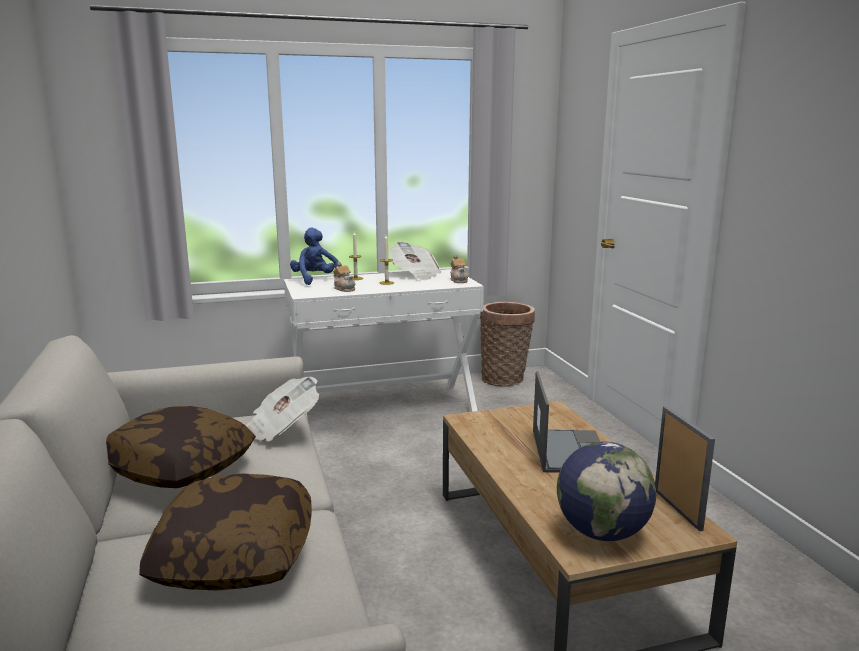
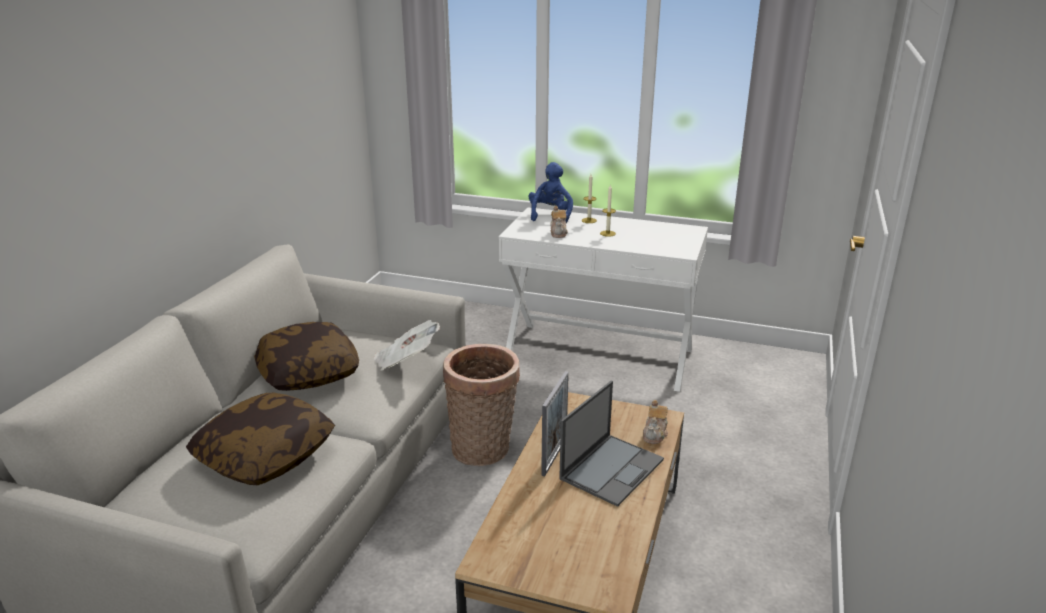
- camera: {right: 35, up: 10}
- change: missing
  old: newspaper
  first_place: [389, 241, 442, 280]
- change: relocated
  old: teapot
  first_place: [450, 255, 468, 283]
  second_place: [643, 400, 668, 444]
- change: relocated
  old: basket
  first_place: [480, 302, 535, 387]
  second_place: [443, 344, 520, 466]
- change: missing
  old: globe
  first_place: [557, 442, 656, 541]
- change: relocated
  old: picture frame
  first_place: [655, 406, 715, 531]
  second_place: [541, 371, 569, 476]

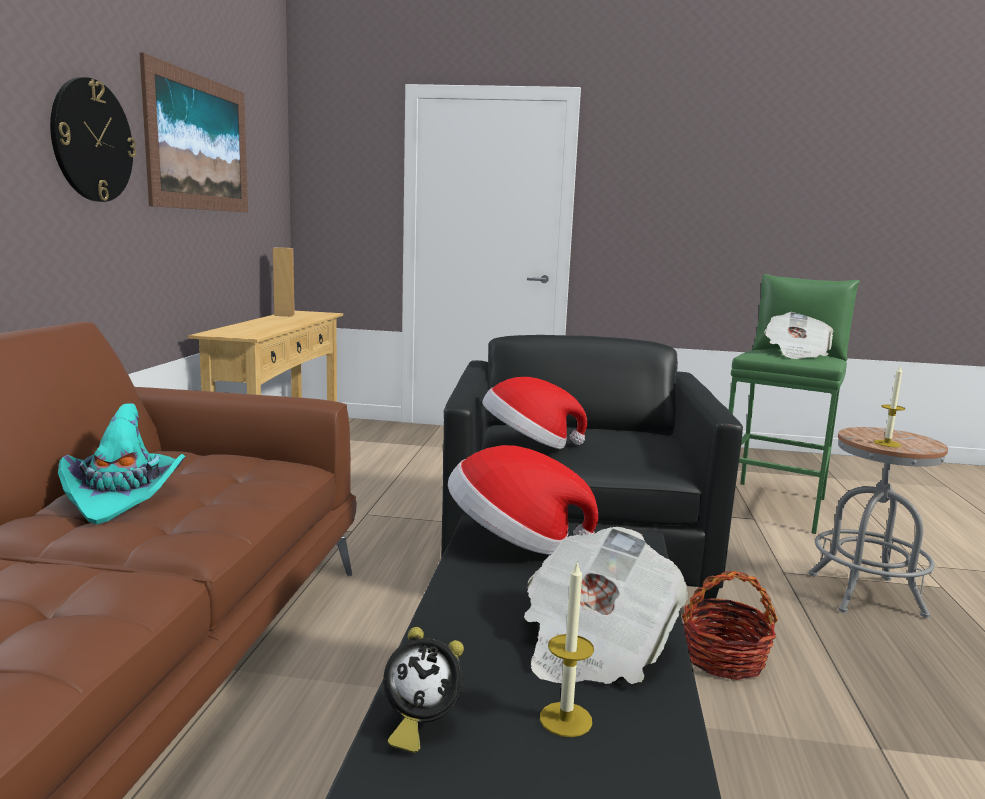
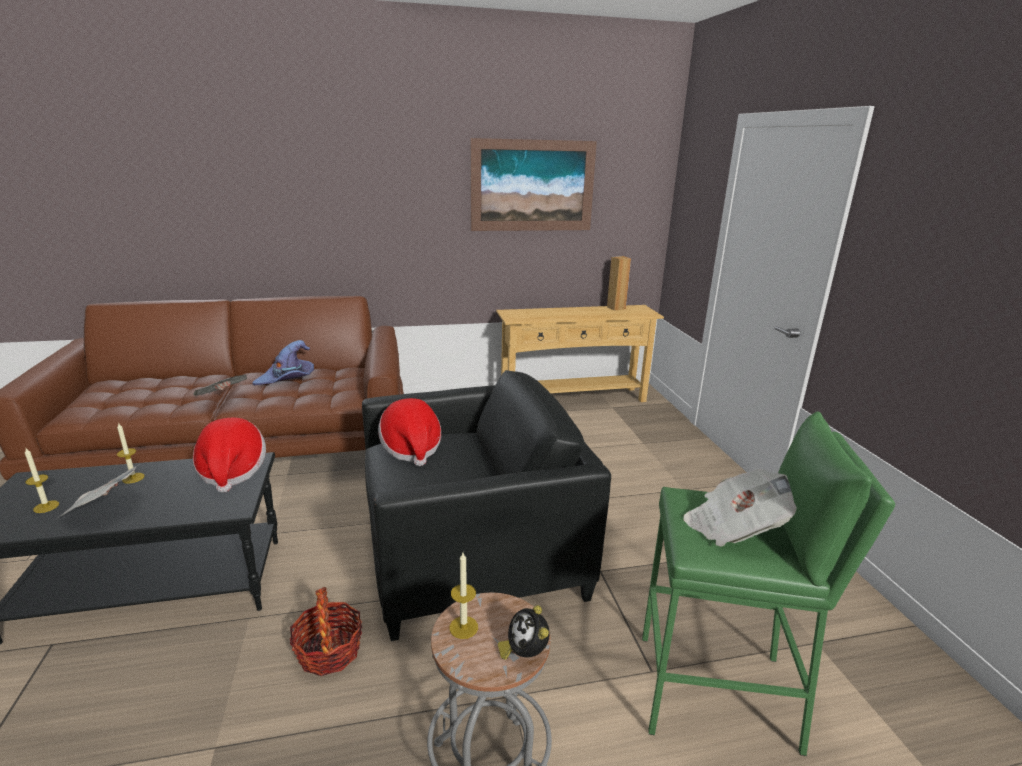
- camera: {right: 70, up: 10}
- change: missing
  old: wall clock
  first_place: [50, 77, 136, 202]
- change: colour
  old: turquoise hat
  new: purple hat
  first_place: [58, 404, 186, 525]
  second_place: [252, 340, 314, 385]
- change: relocated
  old: alarm clock
  first_place: [383, 627, 464, 753]
  second_place: [498, 605, 549, 660]
- change: appeared
  new: candle
  second_place: [117, 422, 145, 484]
- change: appeared
  new: newspaper
  second_place: [193, 375, 247, 396]

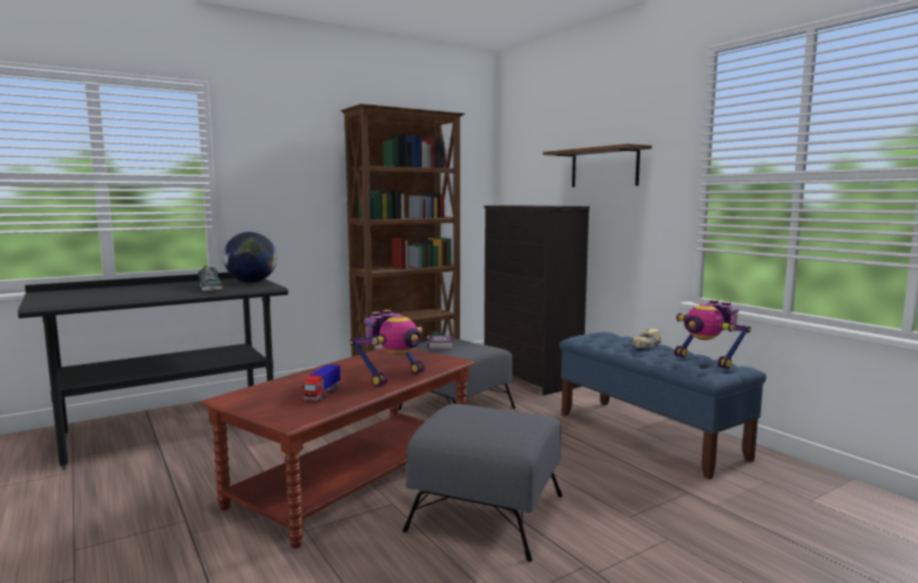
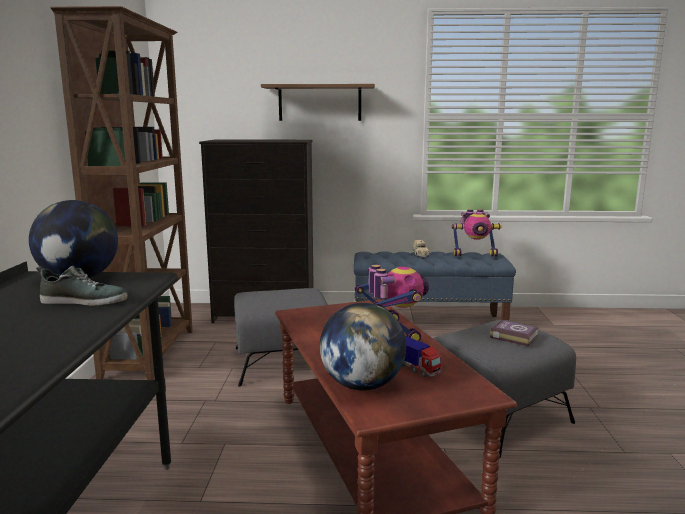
- camera: {right: -55, up: 5}
- change: relocated
  old: book
  first_place: [427, 335, 452, 350]
  second_place: [490, 320, 539, 347]
- change: appeared
  new: globe
  second_place: [320, 303, 406, 390]

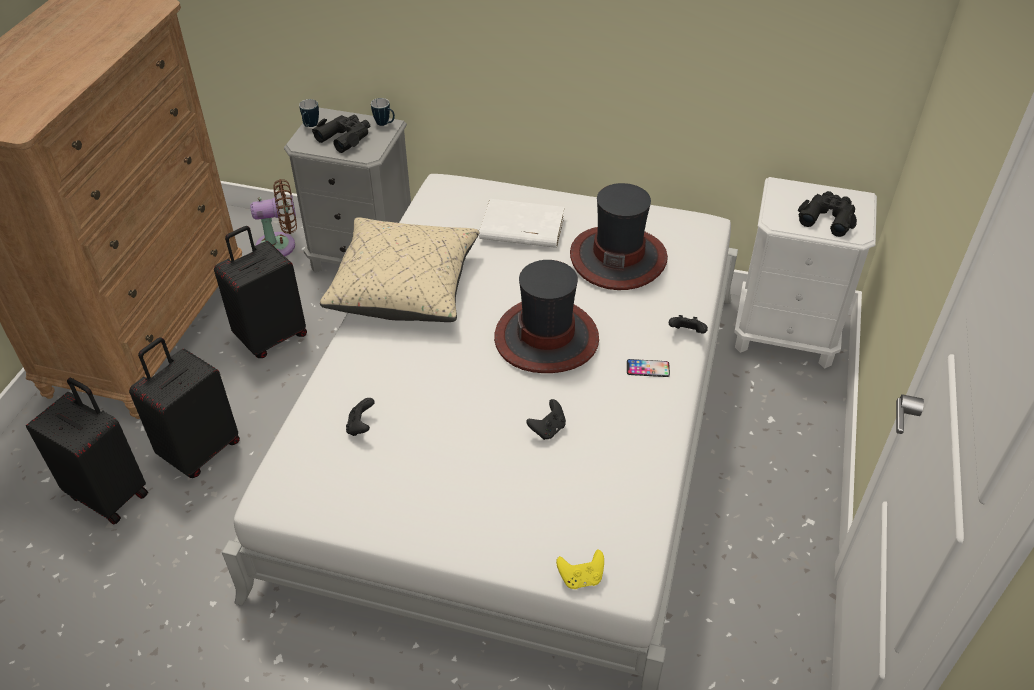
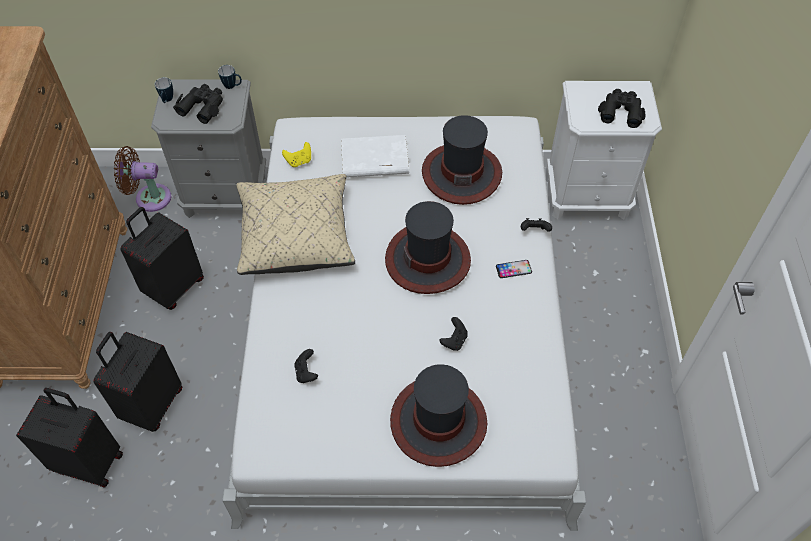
- camera: {right: -15, up: 10}
- change: spun
  old: brown fan
  first_place: [250, 179, 297, 256]
  second_place: [114, 146, 171, 212]
  degrees: -150
- change: relocated
  old: yellow game controller
  first_place: [556, 549, 604, 589]
  second_place: [282, 142, 311, 167]
- change: appeared
  new: hat
  second_place: [390, 364, 487, 467]

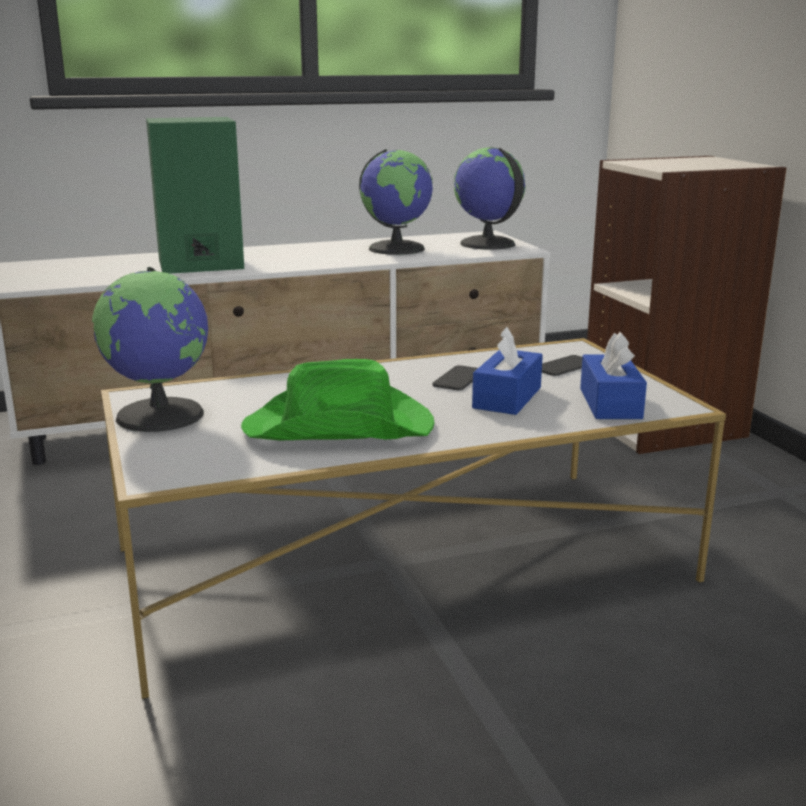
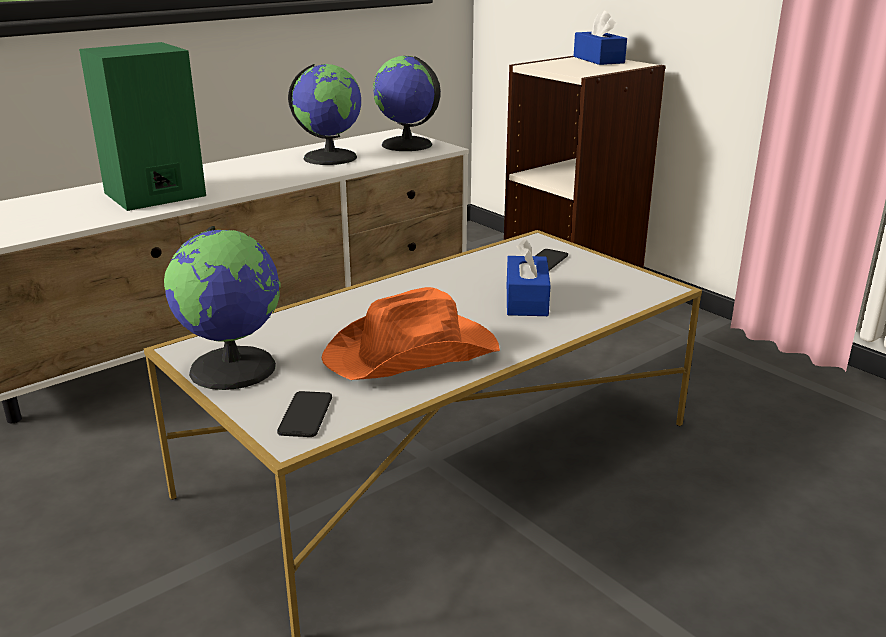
- camera: {right: -20, up: 5}
- change: colour
  old: green hat
  new: orange hat
  first_place: [241, 359, 434, 440]
  second_place: [322, 287, 500, 380]
- change: relocated
  old: phone
  first_place: [433, 365, 478, 390]
  second_place: [277, 391, 332, 437]
- change: relocated
  old: blue tissue box
  first_place: [580, 332, 647, 419]
  second_place: [574, 10, 627, 65]

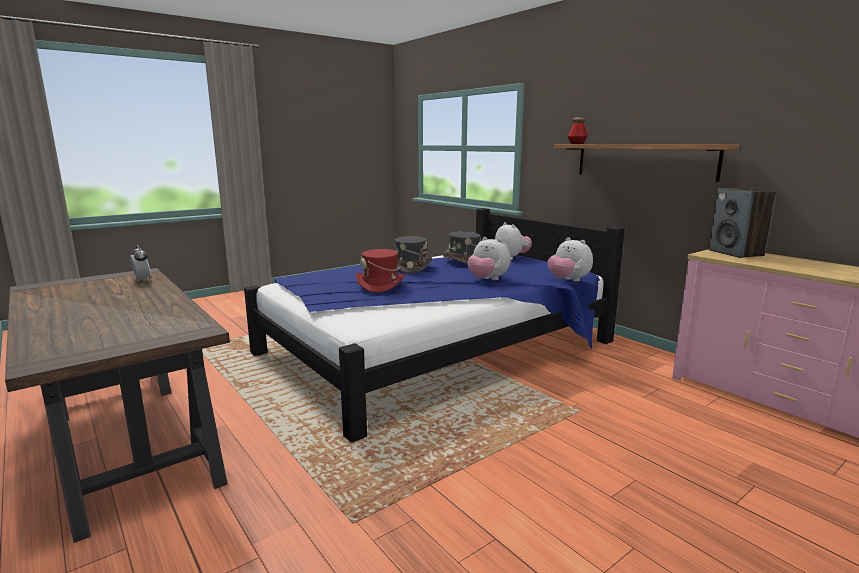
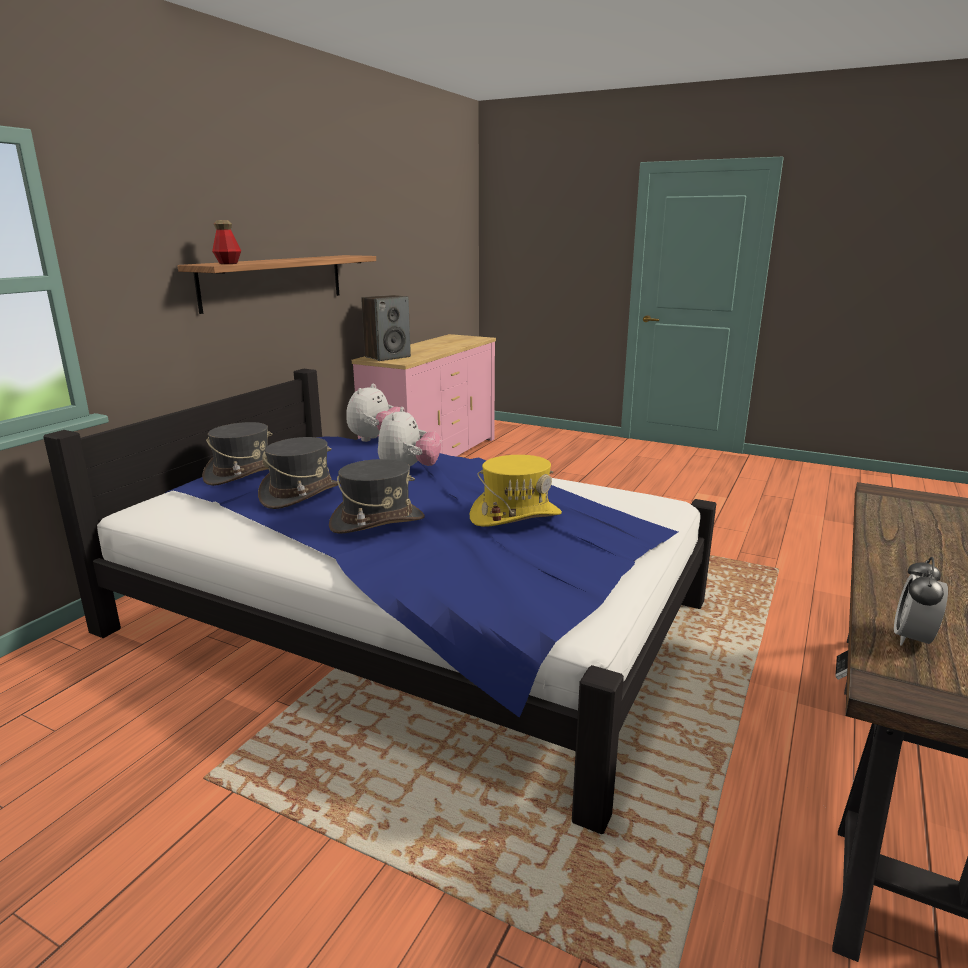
- camera: {right: -115, up: 5}
- change: colour
  old: red hat
  new: yellow hat
  first_place: [356, 249, 405, 293]
  second_place: [470, 455, 562, 527]
- change: exchanged
  old: plush toy
  new: grey hat
  first_place: [495, 222, 532, 260]
  second_place: [202, 422, 273, 486]

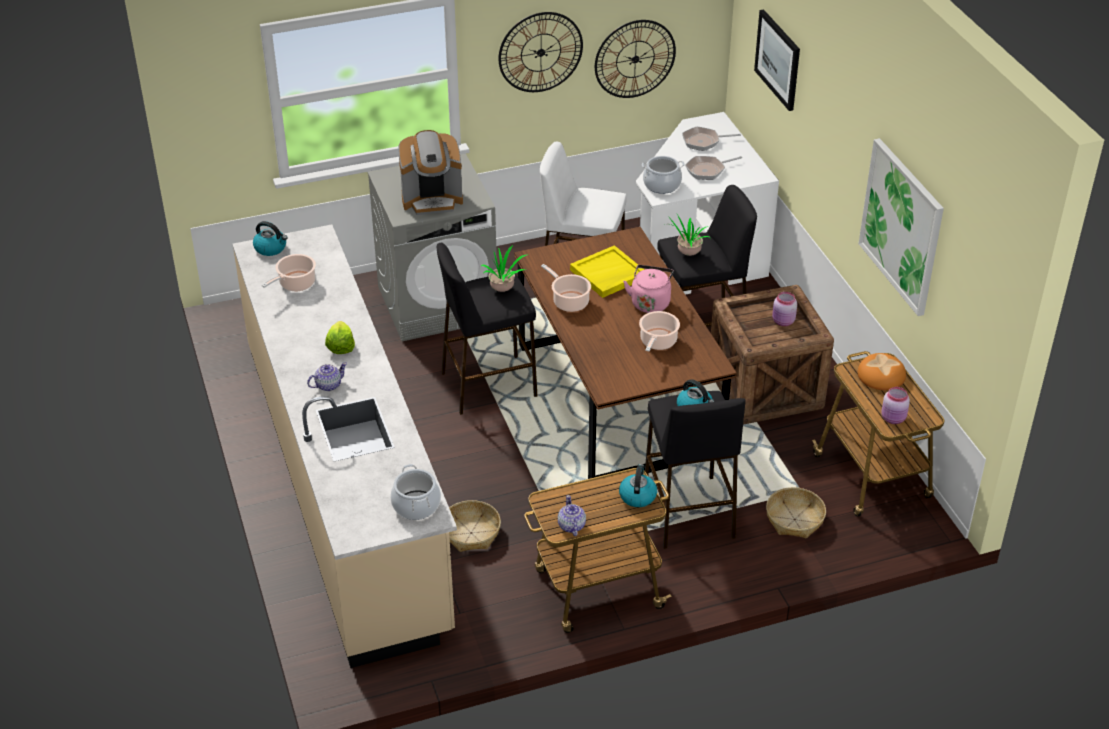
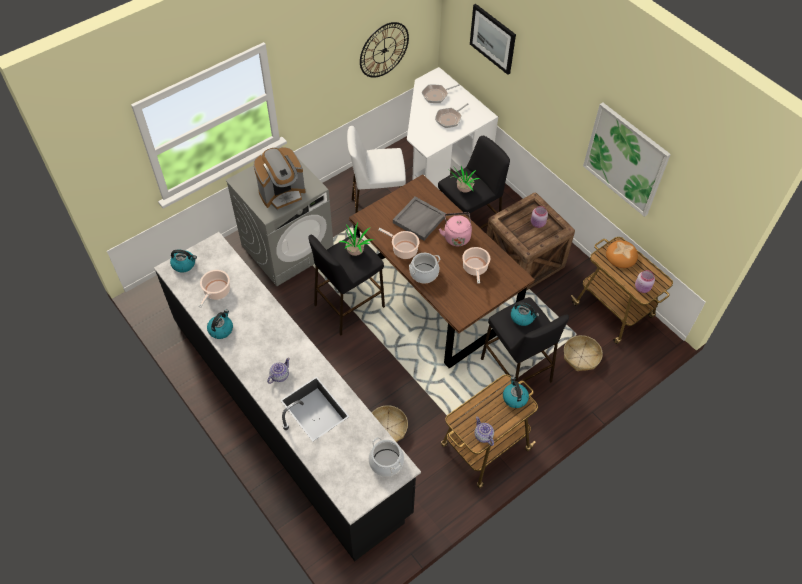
- camera: {right: -20, up: 15}
- change: colour
  old: beige counter
  new: black counter
  first_place: [233, 225, 457, 668]
  second_place: [154, 232, 421, 561]
- change: missing
  old: lettuce
  first_place: [325, 321, 355, 354]
- change: missing
  old: wall clock
  first_place: [499, 12, 583, 92]
- change: colour
  old: yellow tray
  new: grey tray
  first_place: [570, 245, 644, 298]
  second_place: [393, 197, 446, 241]
- change: relocated
  old: cooking pot
  first_place: [642, 156, 685, 194]
  second_place: [409, 253, 440, 284]
- change: appeared
  new: kettle
  second_place: [207, 310, 233, 339]

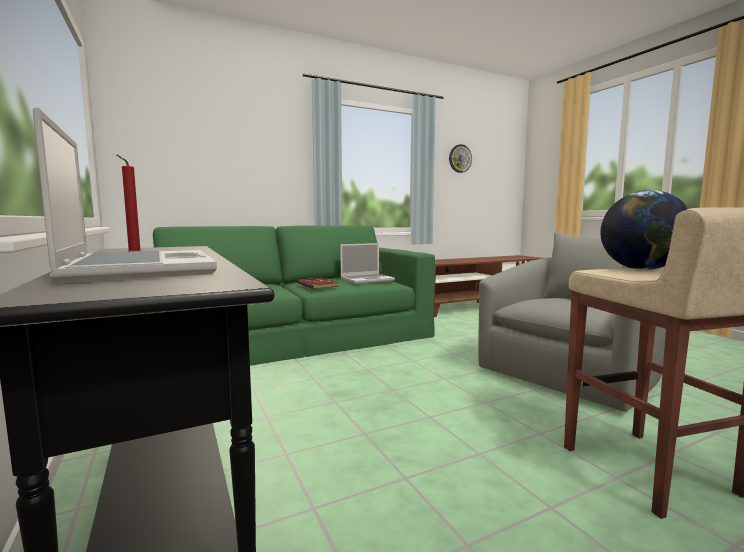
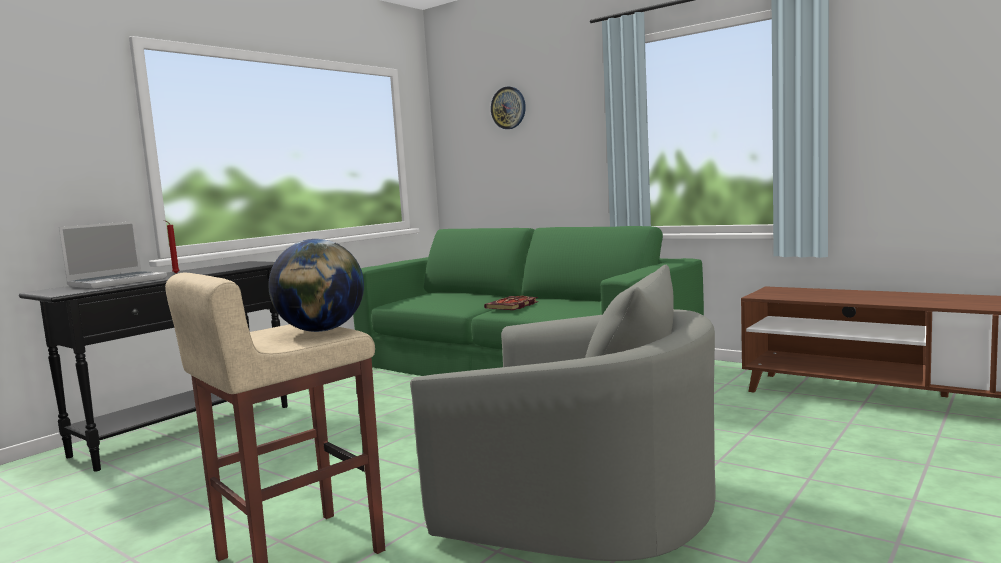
- camera: {right: 65, up: 0}
- change: missing
  old: laptop
  first_place: [340, 243, 395, 284]
- change: relocated
  old: wall clock
  first_place: [449, 144, 472, 173]
  second_place: [491, 86, 526, 129]

